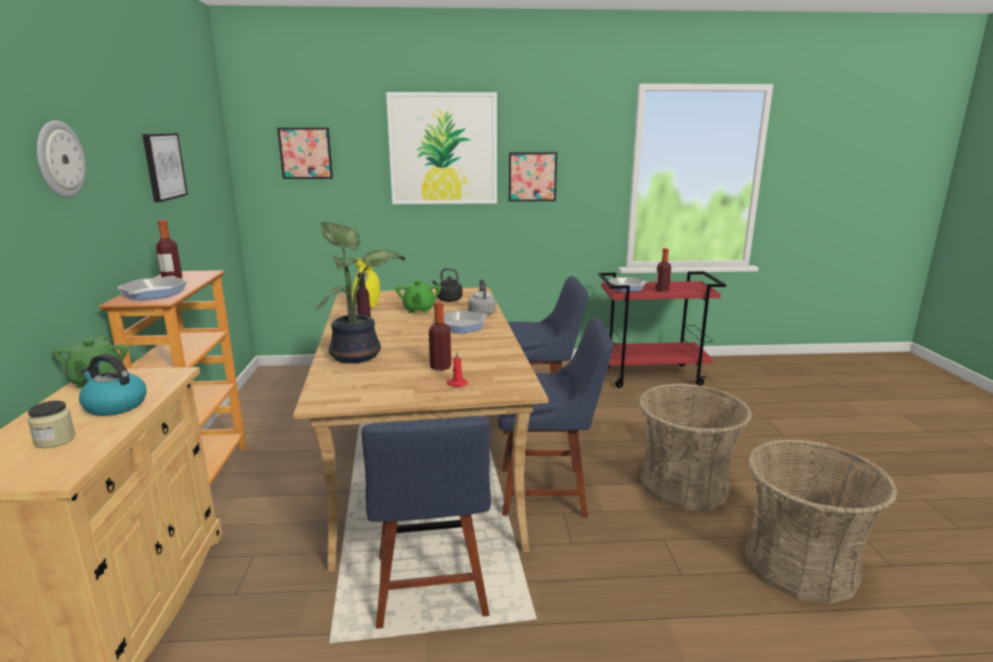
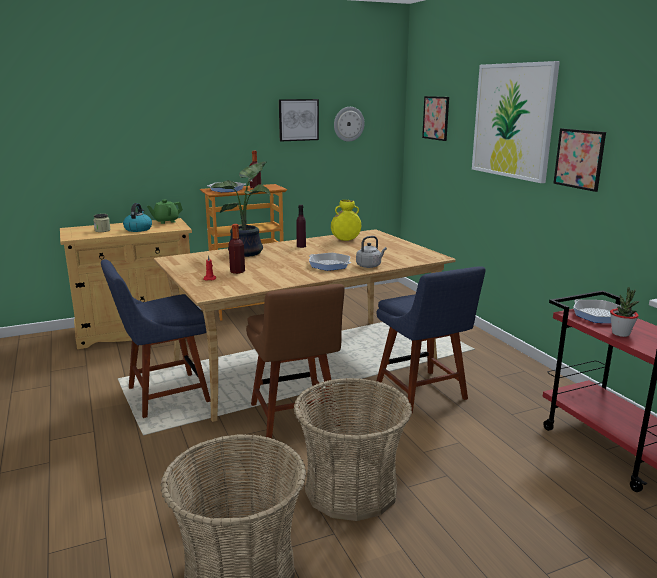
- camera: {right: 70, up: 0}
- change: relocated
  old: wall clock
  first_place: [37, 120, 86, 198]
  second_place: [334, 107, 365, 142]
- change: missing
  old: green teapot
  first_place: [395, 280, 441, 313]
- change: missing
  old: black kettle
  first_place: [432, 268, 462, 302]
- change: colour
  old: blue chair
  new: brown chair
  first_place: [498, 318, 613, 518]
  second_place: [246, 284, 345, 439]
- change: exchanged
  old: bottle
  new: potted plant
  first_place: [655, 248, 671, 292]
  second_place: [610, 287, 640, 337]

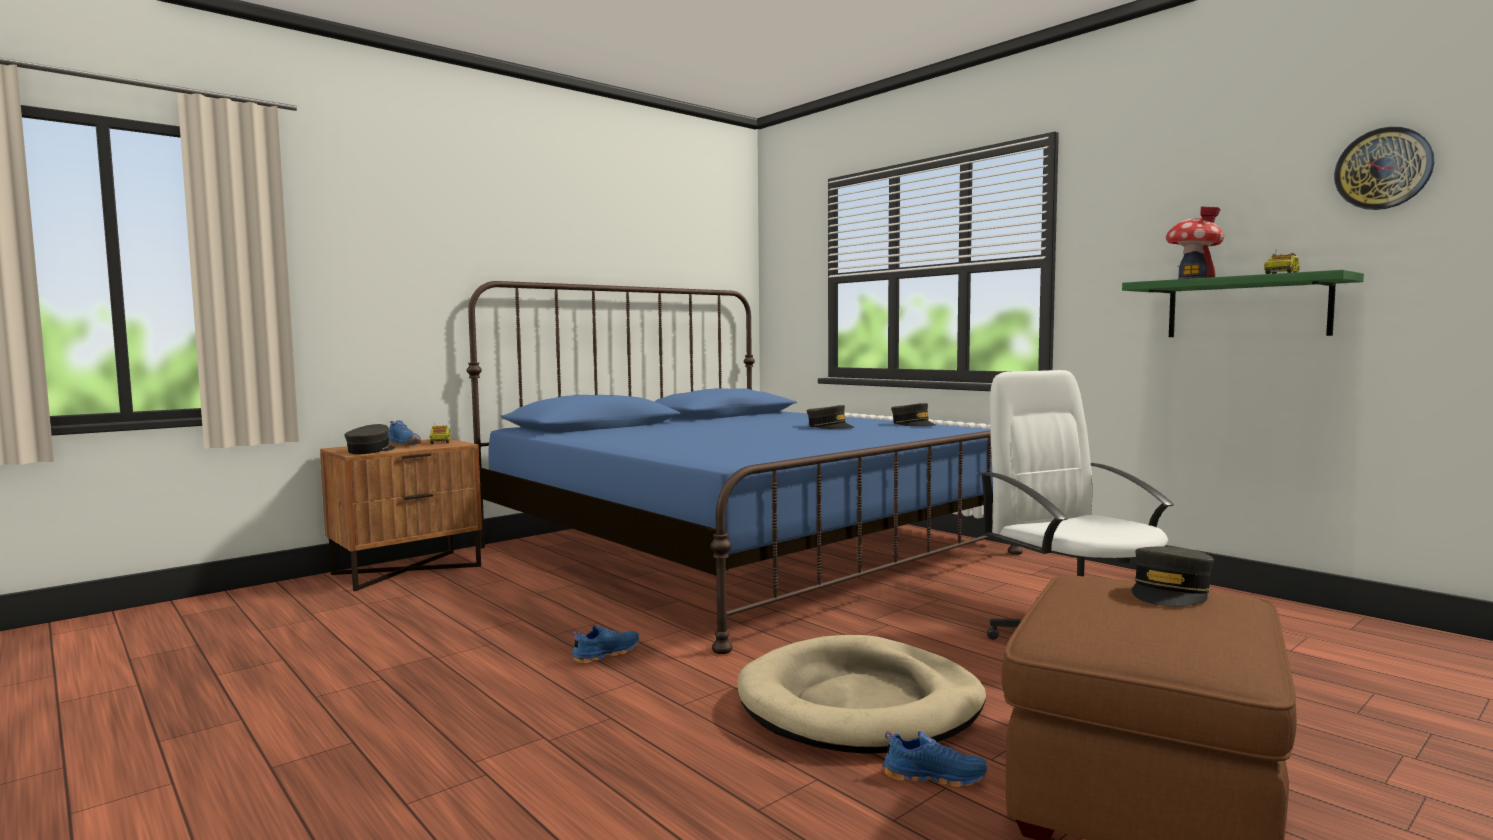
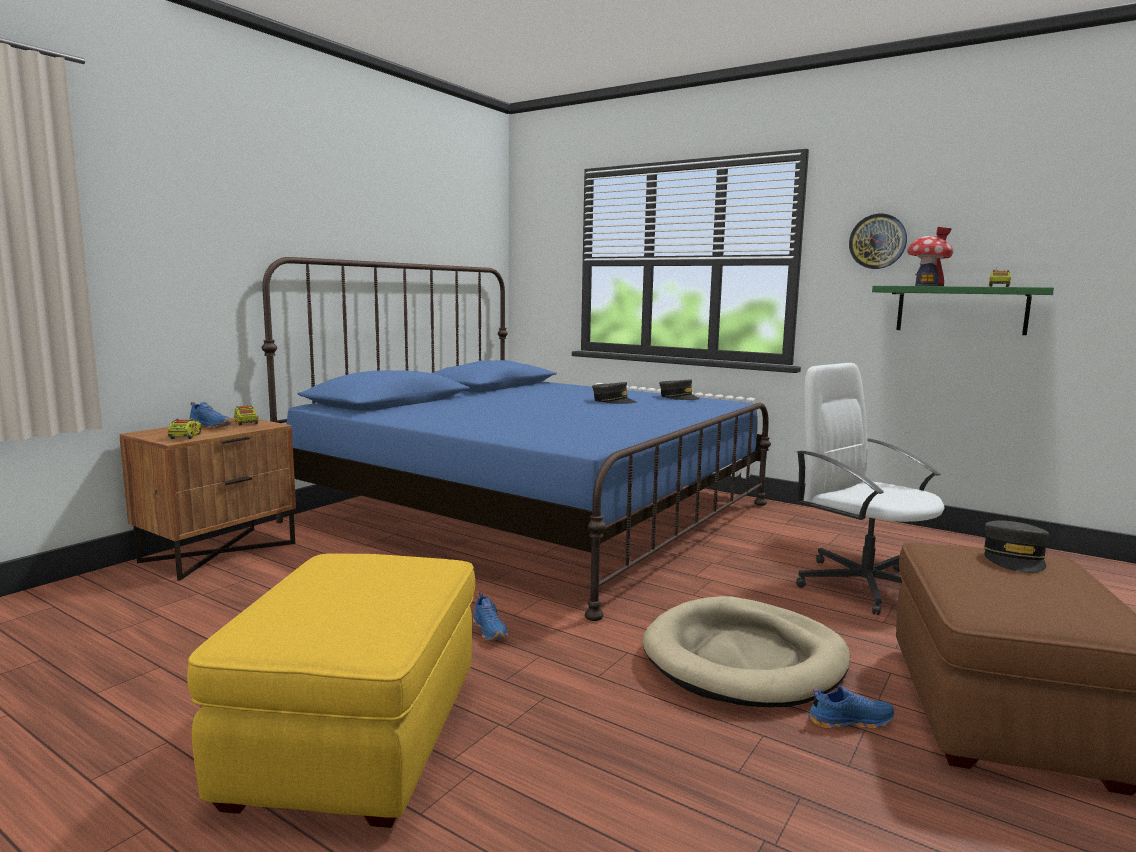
- camera: {right: -15, up: 5}
- change: exchanged
  old: grey cap
  new: toy truck
  first_place: [344, 424, 395, 454]
  second_place: [168, 417, 202, 439]
- change: spun
  old: blue shoe
  first_place: [571, 625, 639, 664]
  second_place: [473, 592, 508, 640]
  degrees: 120
- change: relocated
  old: wall clock
  first_place: [1334, 127, 1435, 210]
  second_place: [849, 213, 907, 269]
- change: appeared
  new: yellow ottoman
  second_place: [187, 553, 475, 828]

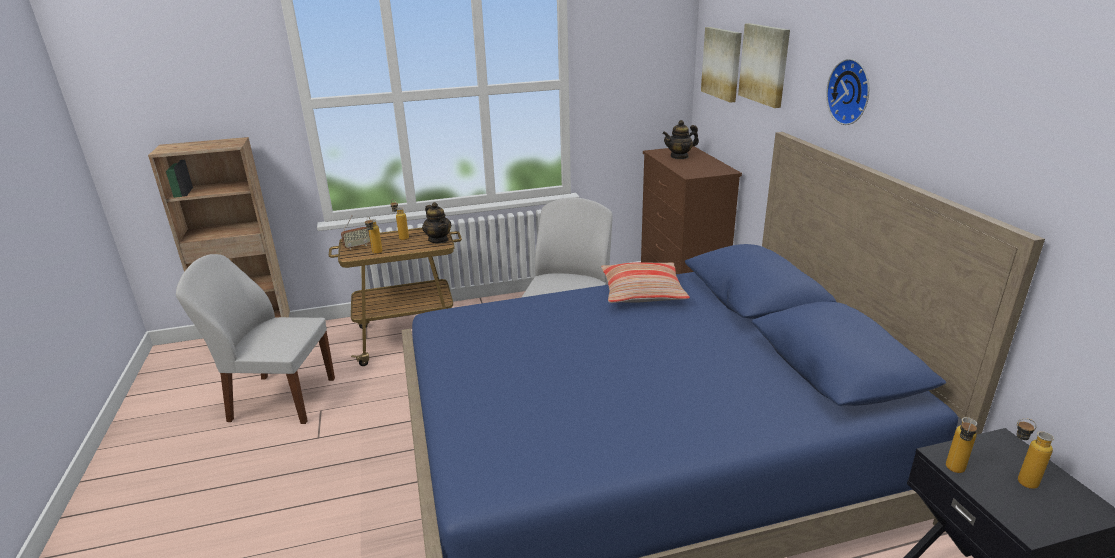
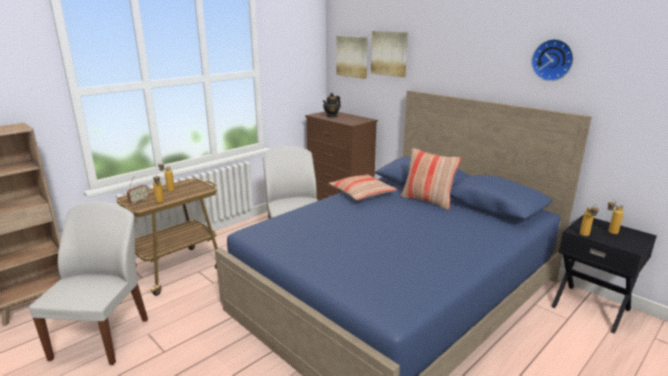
- camera: {right: -30, up: -5}
- change: spun
  old: white chair
  first_place: [176, 254, 335, 424]
  second_place: [29, 201, 148, 365]
  degrees: 120
- change: missing
  old: teapot
  first_place: [422, 202, 451, 243]
- change: relocated
  old: wall clock
  first_place: [826, 59, 869, 125]
  second_place: [531, 39, 574, 81]
- change: appeared
  new: pillow
  second_place: [401, 148, 461, 210]

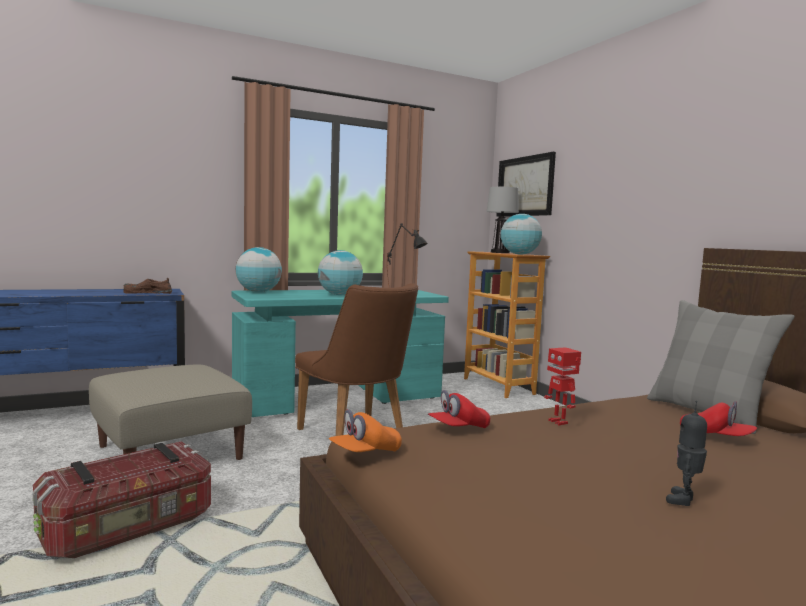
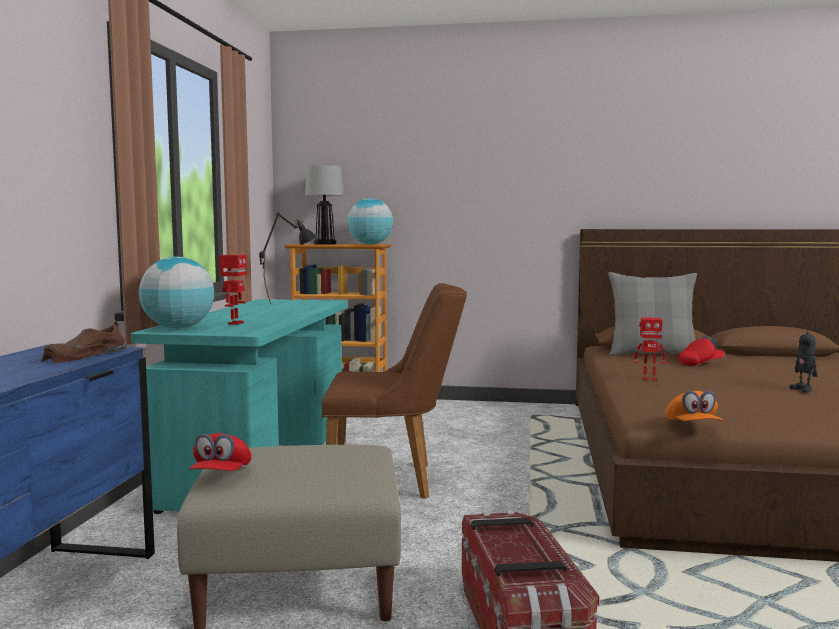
- camera: {right: -55, up: 0}
- change: missing
  old: globe
  first_place: [318, 250, 363, 295]
- change: relocated
  old: red cap
  first_place: [428, 390, 490, 428]
  second_place: [189, 433, 252, 471]
- change: missing
  old: picture
  first_place: [496, 152, 556, 217]
- change: appeared
  new: toy robot
  second_place: [219, 255, 247, 325]

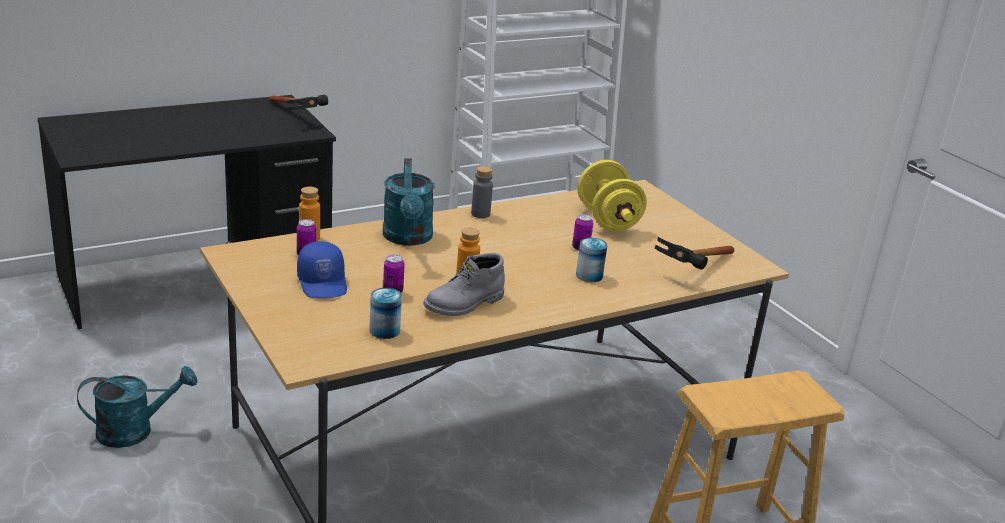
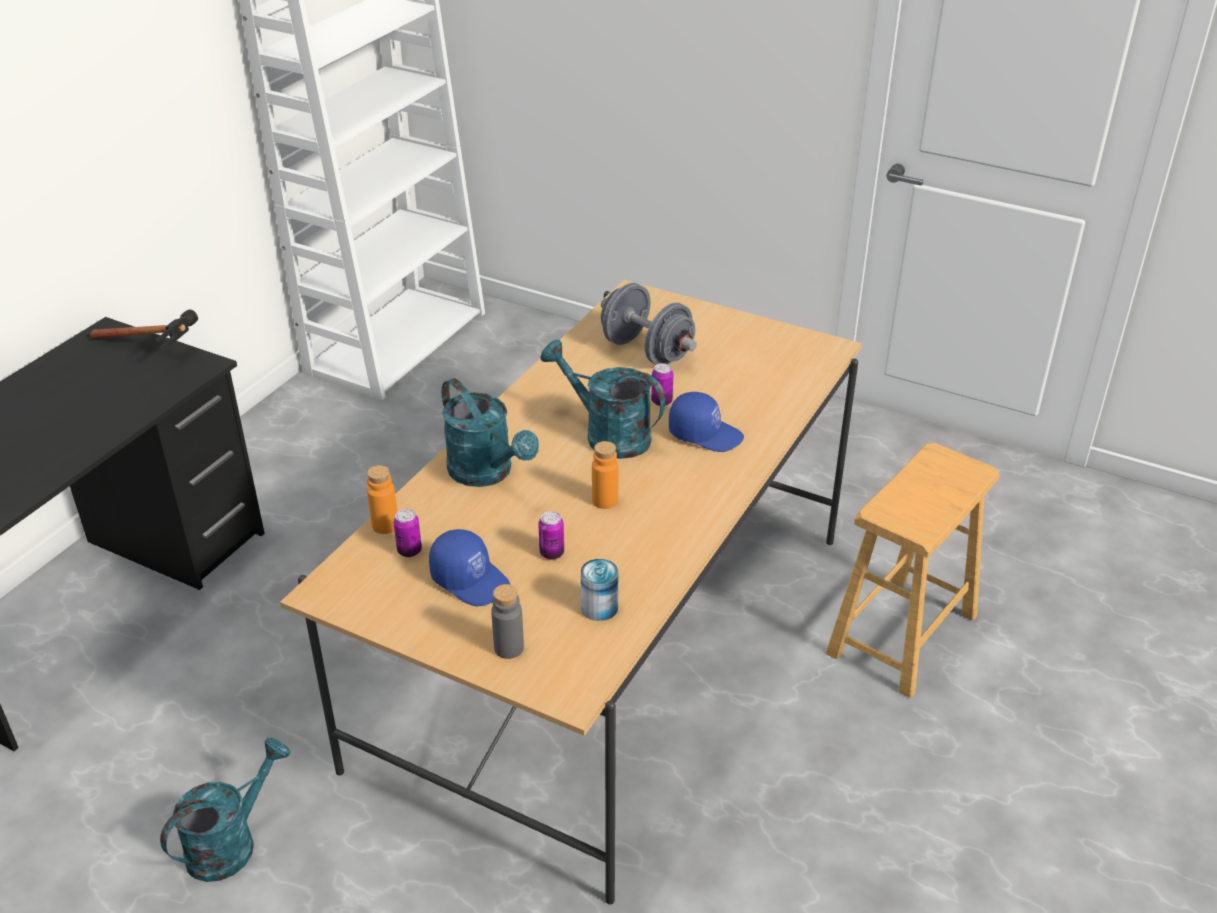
- camera: {right: -30, up: 10}
- change: missing
  old: grey boot
  first_place: [423, 253, 505, 316]
- change: relocated
  old: grey bottle
  first_place: [471, 166, 493, 218]
  second_place: [491, 584, 524, 659]
- change: exchanged
  old: can
  new: blue cap
  first_place: [576, 237, 607, 282]
  second_place: [669, 392, 744, 452]
- change: colour
  old: yellow dumbbell
  new: grey dumbbell
  first_place: [577, 160, 647, 232]
  second_place: [601, 283, 697, 365]
- change: missing
  old: hammer
  first_place: [655, 237, 734, 270]
- change: appeared
  new: turquoise watering can
  second_place: [540, 339, 666, 459]

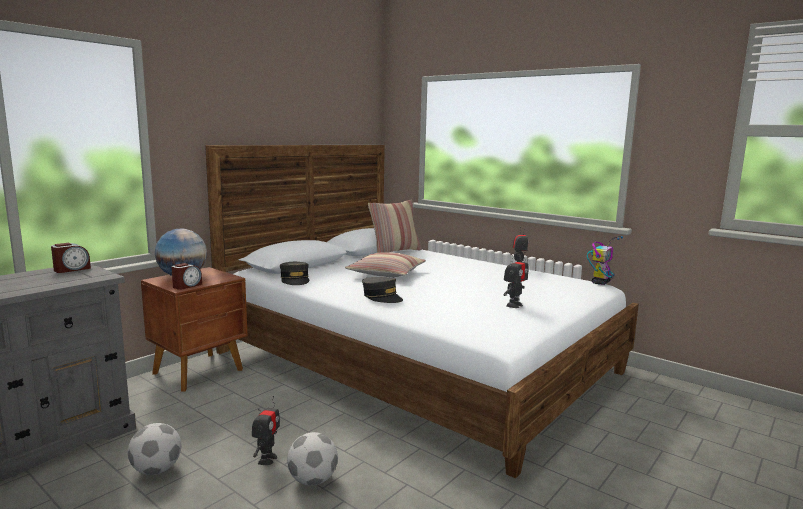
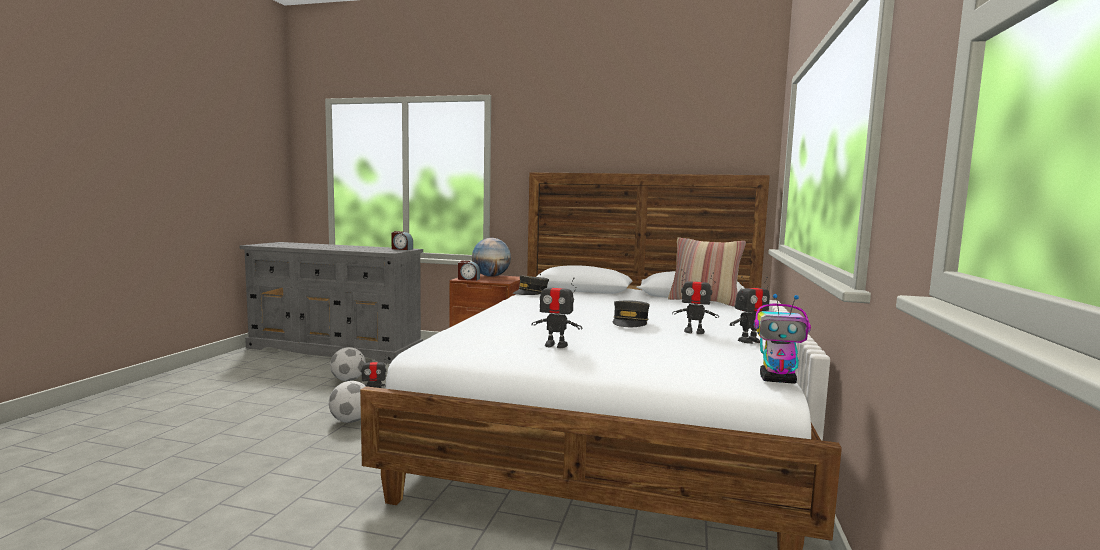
- camera: {right: 65, up: -5}
- change: missing
  old: pillow
  first_place: [345, 252, 426, 277]
- change: relocated
  old: grey cap
  first_place: [362, 277, 403, 303]
  second_place: [612, 300, 650, 327]
- change: appeared
  new: toy robot
  second_place: [672, 269, 719, 334]

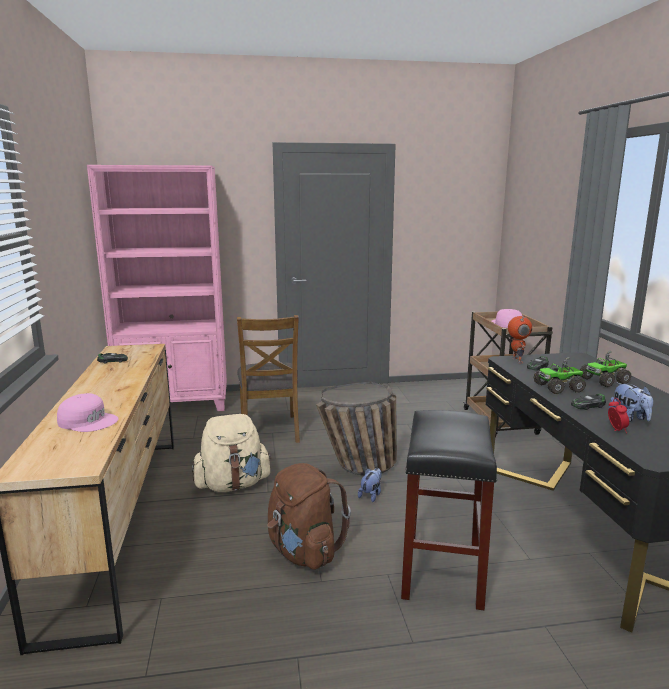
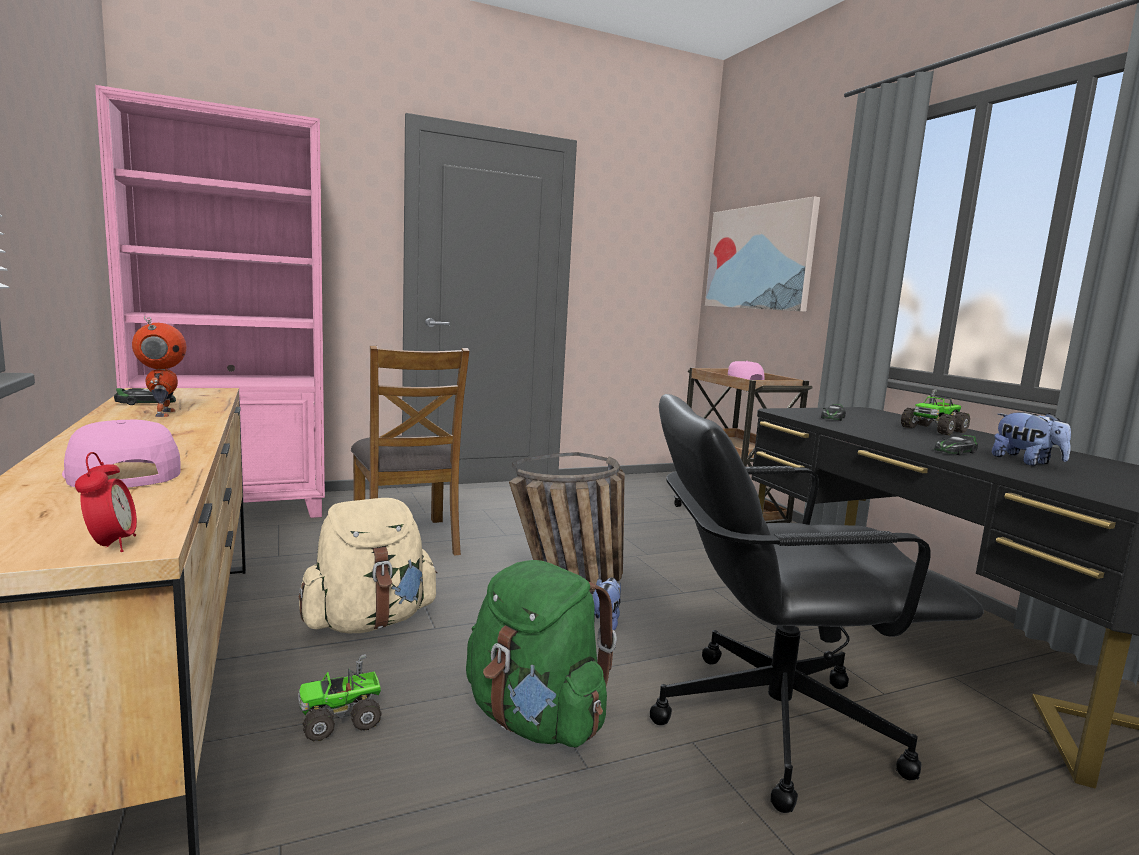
- camera: {right: -15, up: -5}
- change: spun
  old: pink cap
  first_place: [57, 393, 119, 432]
  second_place: [62, 420, 181, 488]
  degrees: -135
- change: colour
  old: brown backpack
  new: green backpack
  first_place: [267, 463, 351, 570]
  second_place: [466, 560, 617, 747]
- change: exchanged
  old: black stool
  new: black office chair
  first_place: [401, 410, 497, 610]
  second_place: [650, 394, 984, 813]
- change: relocated
  old: toy robot
  first_place: [508, 316, 532, 363]
  second_place: [132, 316, 187, 417]
- change: relocated
  old: toy truck
  first_place: [533, 357, 586, 394]
  second_place: [298, 654, 382, 741]
- change: relocated
  old: alarm clock
  first_place: [608, 398, 629, 433]
  second_place: [75, 452, 137, 552]
- change: appeared
  new: picture
  second_place: [705, 196, 820, 312]

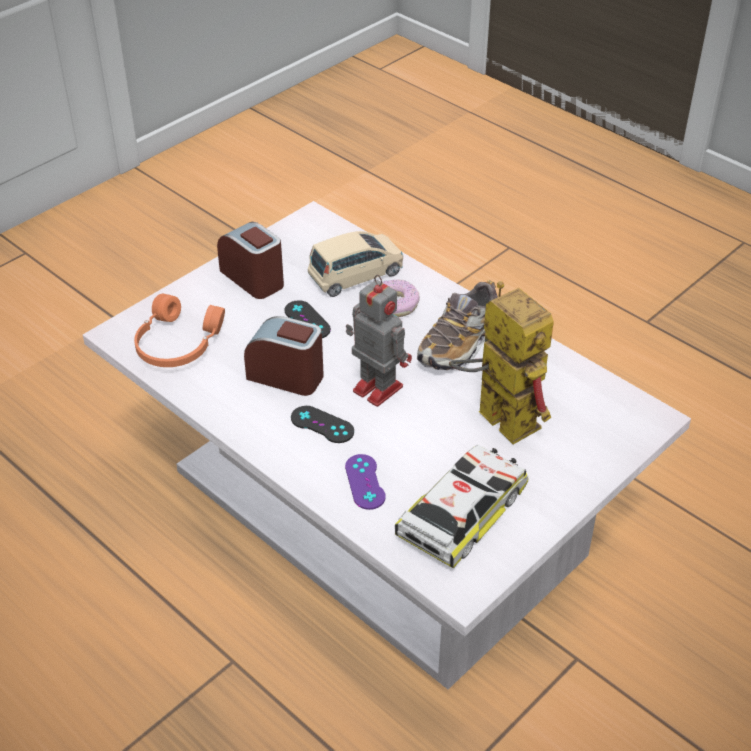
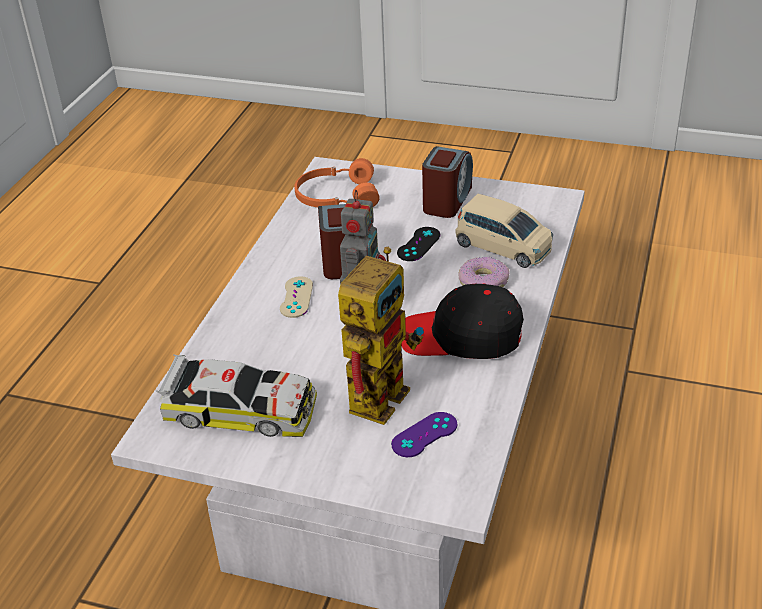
- camera: {right: 65, up: -5}
- change: colour
  old: black game controller
  new: beige game controller
  first_place: [291, 406, 354, 443]
  second_place: [280, 276, 313, 318]
- change: relocated
  old: purple game controller
  first_place: [345, 454, 386, 510]
  second_place: [391, 412, 457, 457]
- change: exchanged
  old: shoe
  new: black cap
  first_place: [417, 280, 498, 370]
  second_place: [401, 284, 524, 359]

